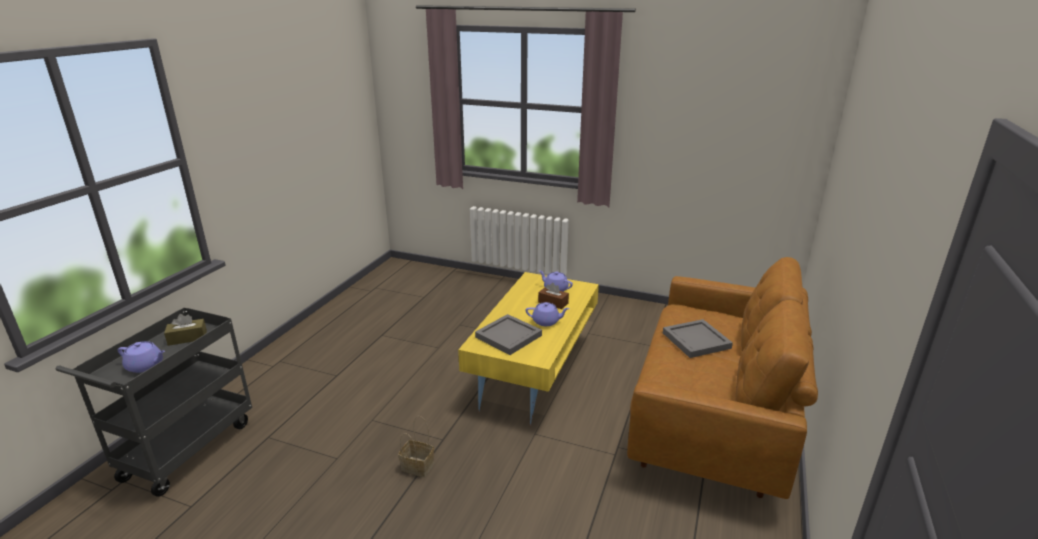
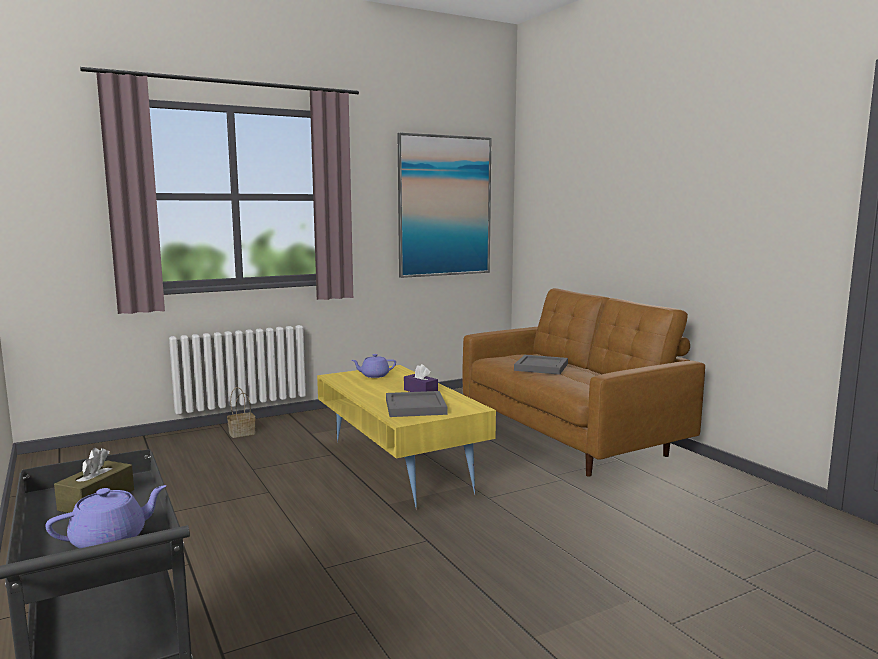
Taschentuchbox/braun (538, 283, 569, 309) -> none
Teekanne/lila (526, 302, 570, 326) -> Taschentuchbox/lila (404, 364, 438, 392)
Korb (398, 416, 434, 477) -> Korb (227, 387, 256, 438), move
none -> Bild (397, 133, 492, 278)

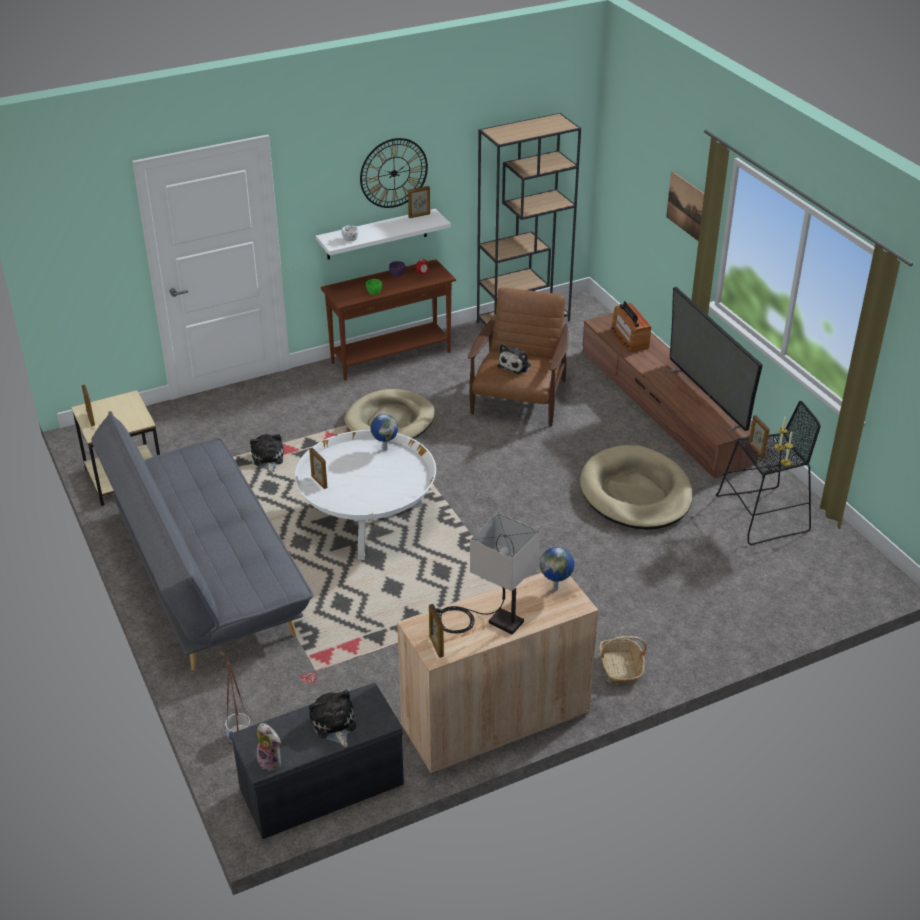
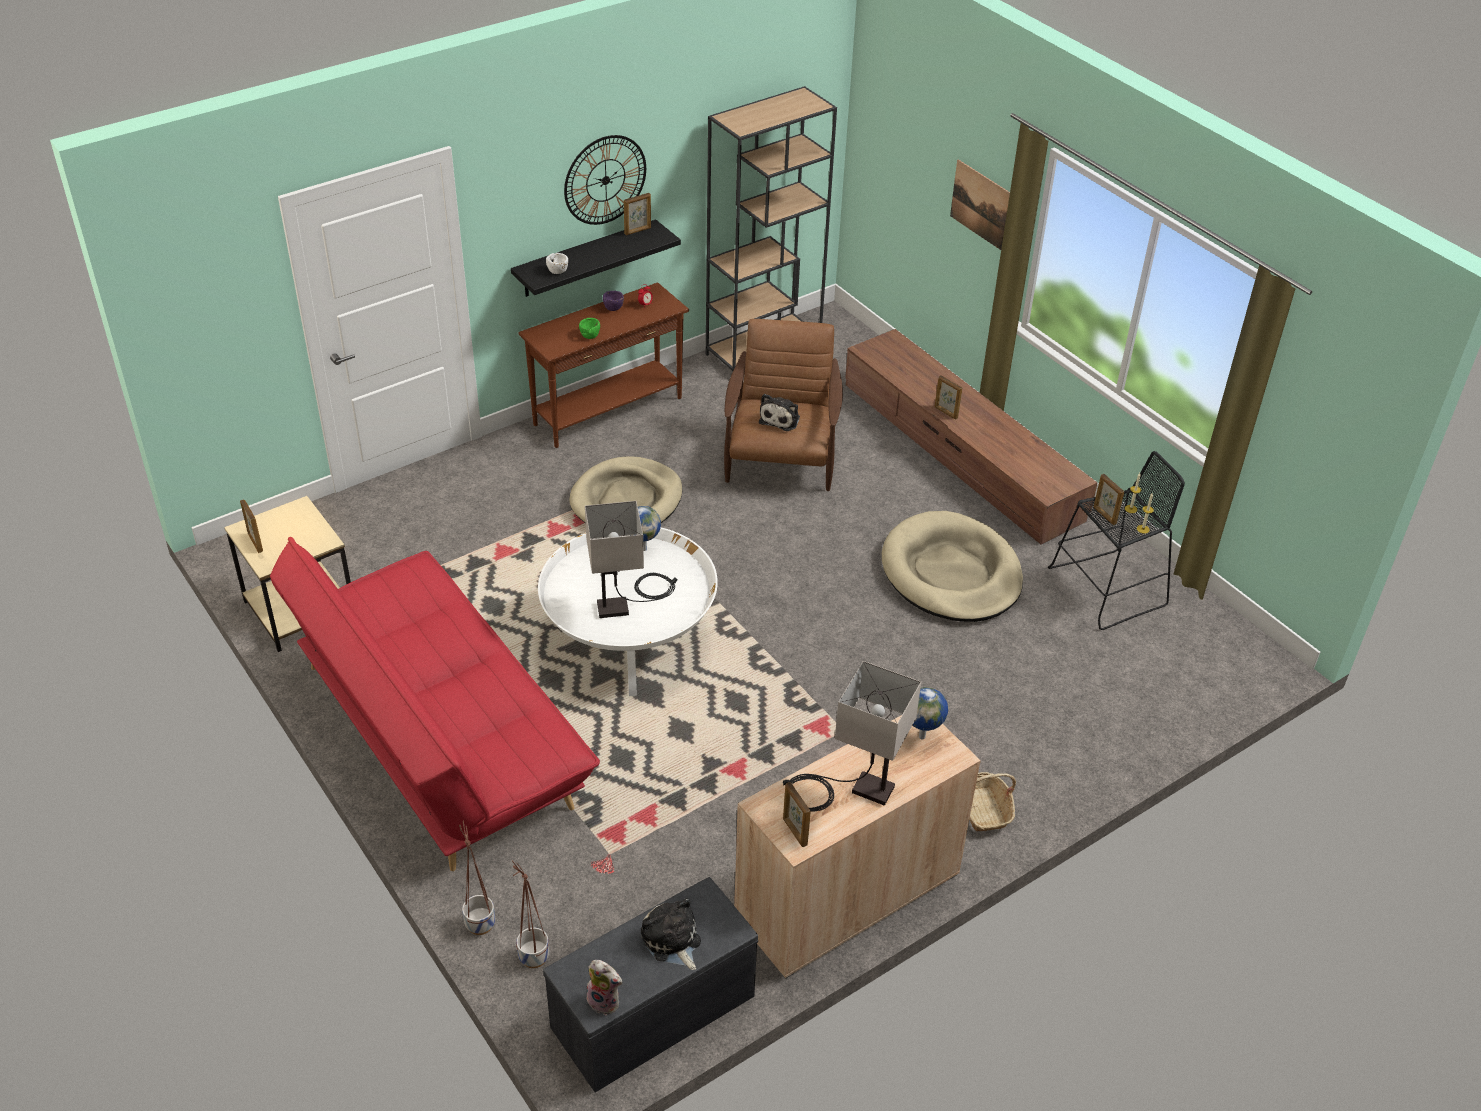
Wandregal/weiß (316, 209, 451, 260) -> Wandregal/schwarz (511, 219, 681, 297)
Fernseher (666, 287, 763, 433) -> none
Radio (611, 301, 651, 352) -> none
Sofa/grau (91, 411, 314, 670) -> Sofa/rot (270, 537, 600, 871)
Plüschtier (250, 434, 284, 473) -> none
Bilderrahmen (309, 448, 327, 489) -> Bilderrahmen (935, 375, 962, 420), move
none -> Tischlampe (585, 501, 677, 618)
none -> Pflanzkübel (459, 820, 495, 935)

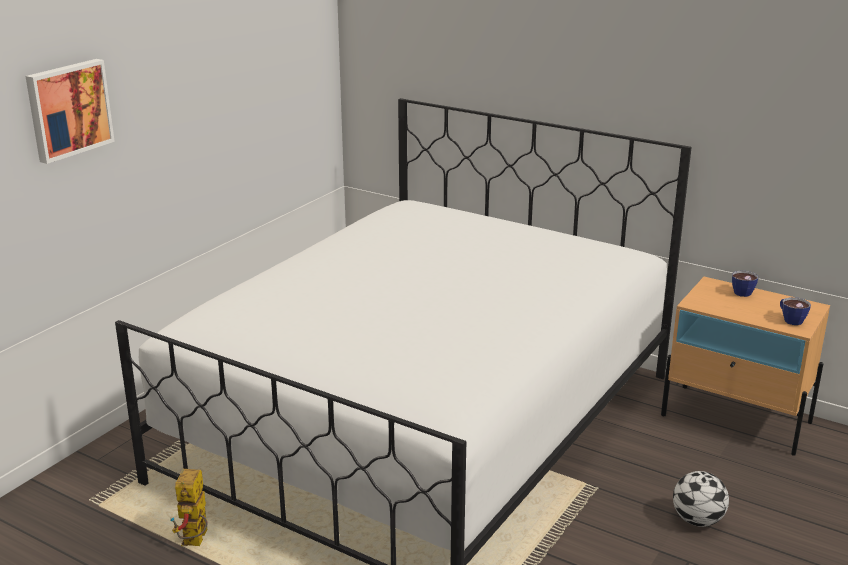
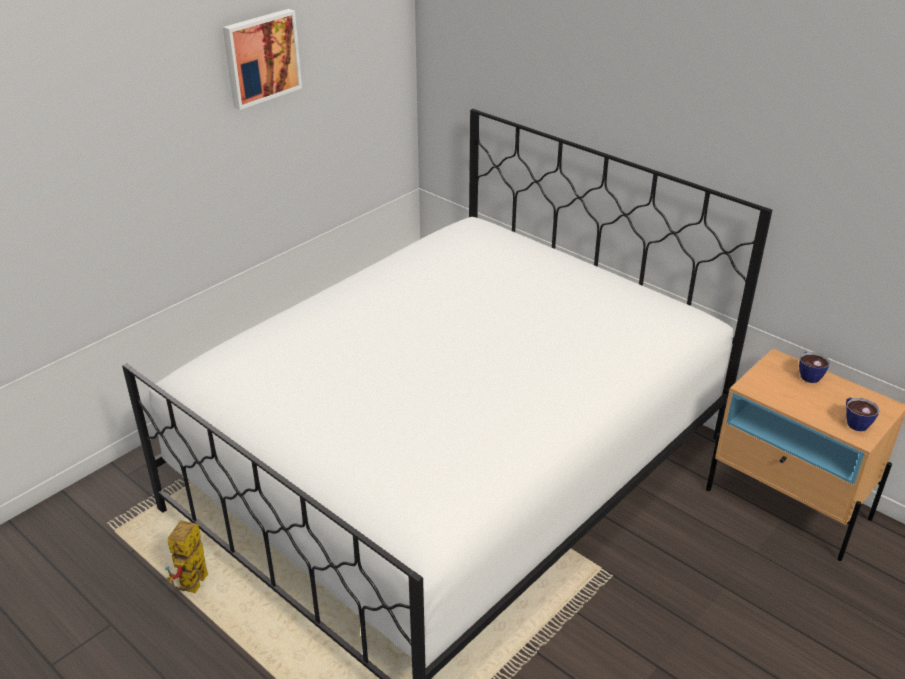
Bild (25, 59, 115, 164) -> Bild (223, 9, 302, 110), move
Fußball (673, 471, 729, 527) -> none

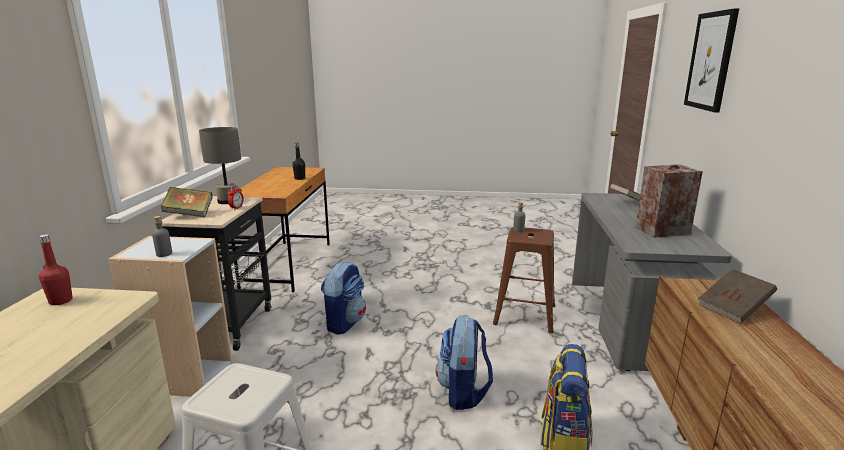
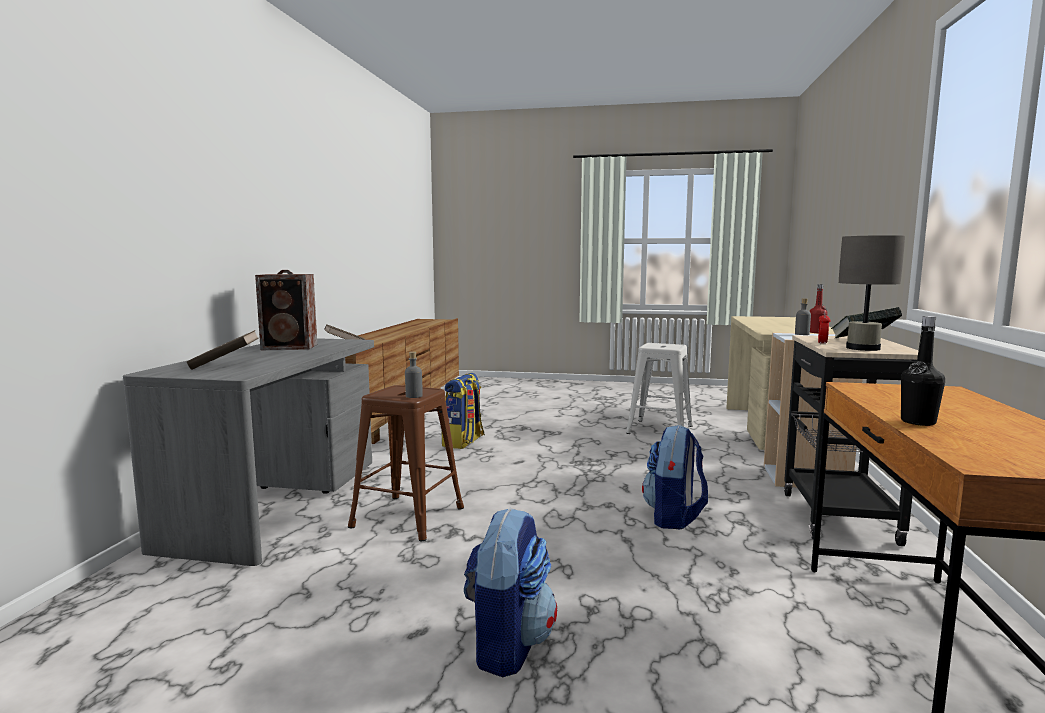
Bild (684, 8, 739, 112) -> none
Rucksack (436, 315, 493, 410) -> Rucksack (464, 507, 557, 677), move

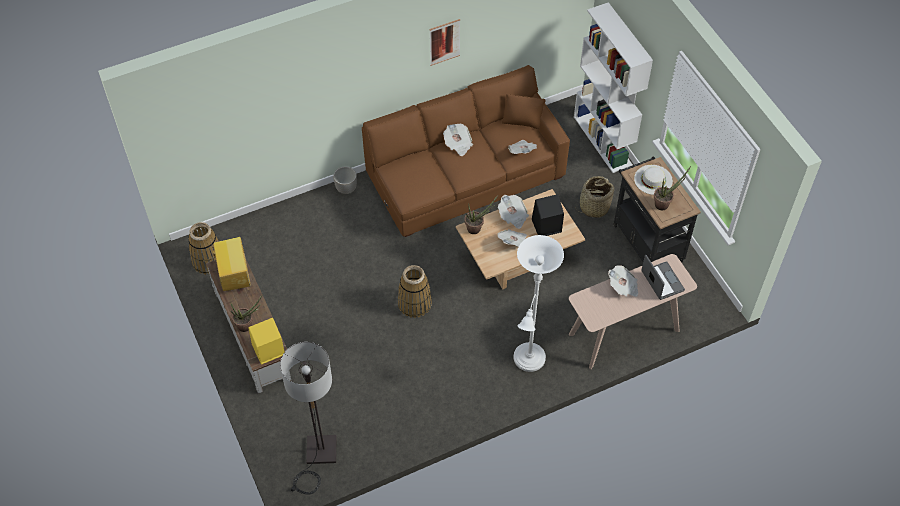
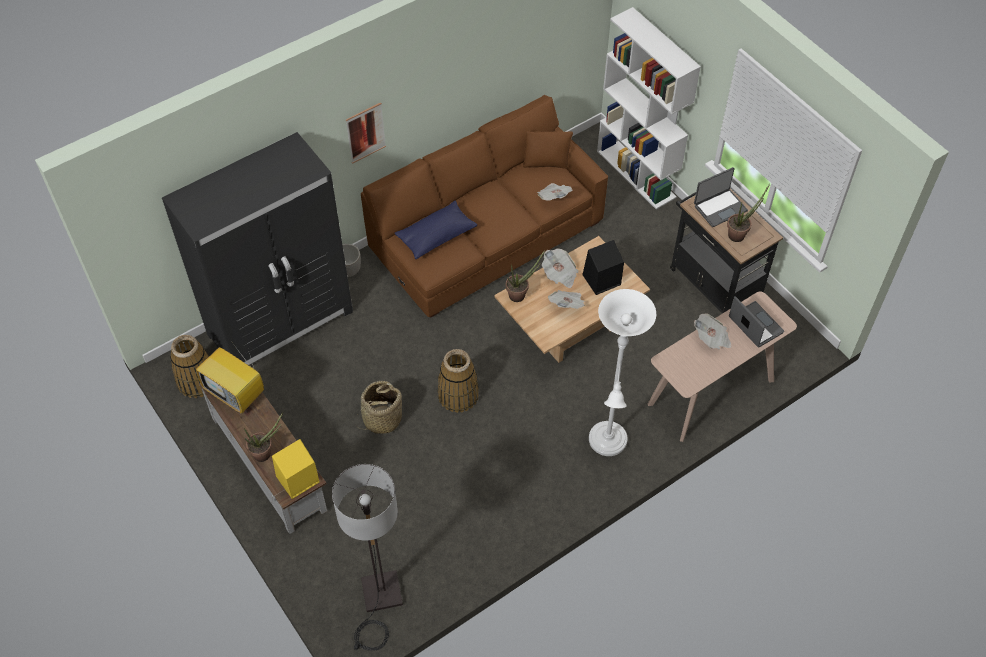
Bild (429, 19, 460, 66) -> Bild (346, 102, 386, 164), move
Zeitung (443, 124, 473, 156) -> none
Hut/weiß (634, 165, 673, 195) -> Laptop (694, 167, 748, 227)
Korb (575, 176, 614, 218) -> Korb (361, 381, 403, 434), move
Fernseher (210, 237, 251, 291) -> Fernseher (196, 340, 264, 414), 150 degrees clockwise
none -> Schrank/schwarz (162, 132, 353, 365)
none -> Kissen/blau (395, 201, 477, 259)

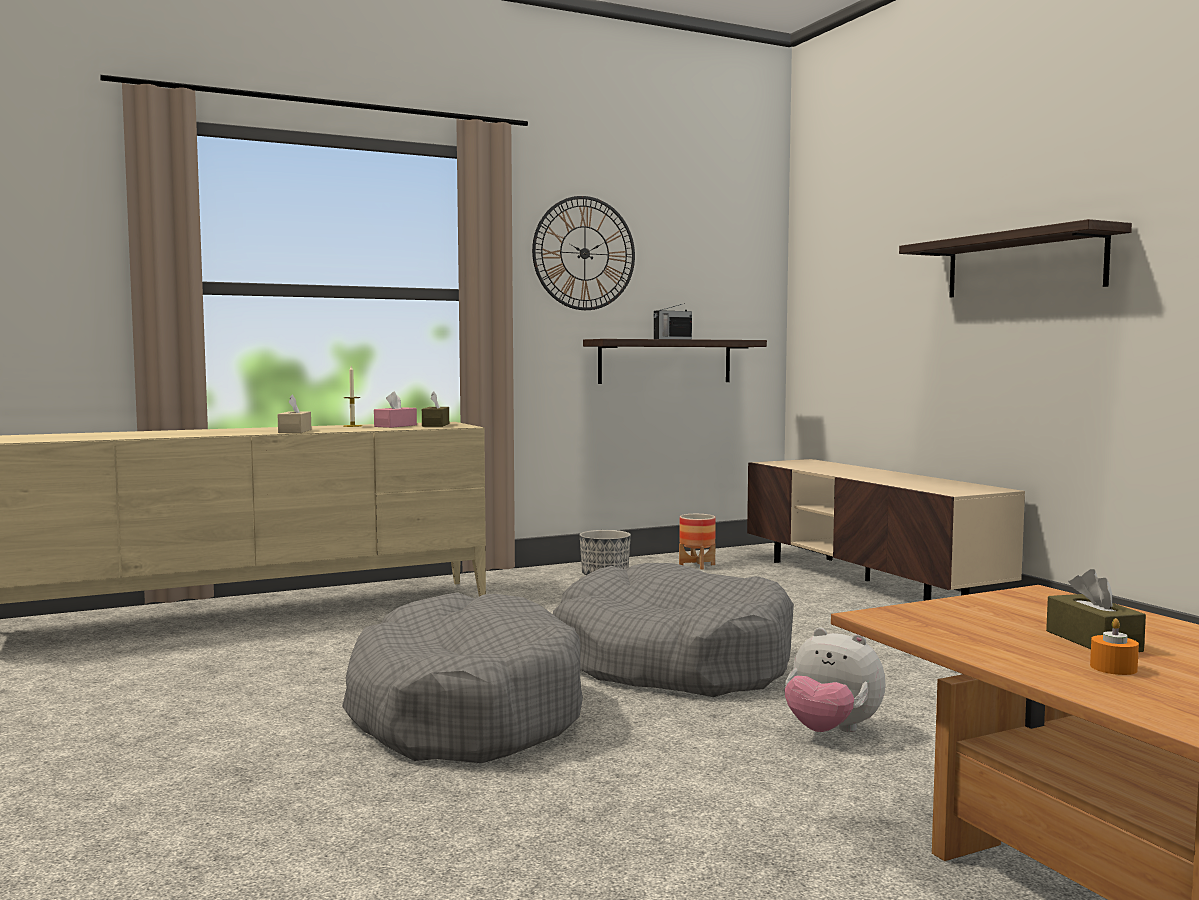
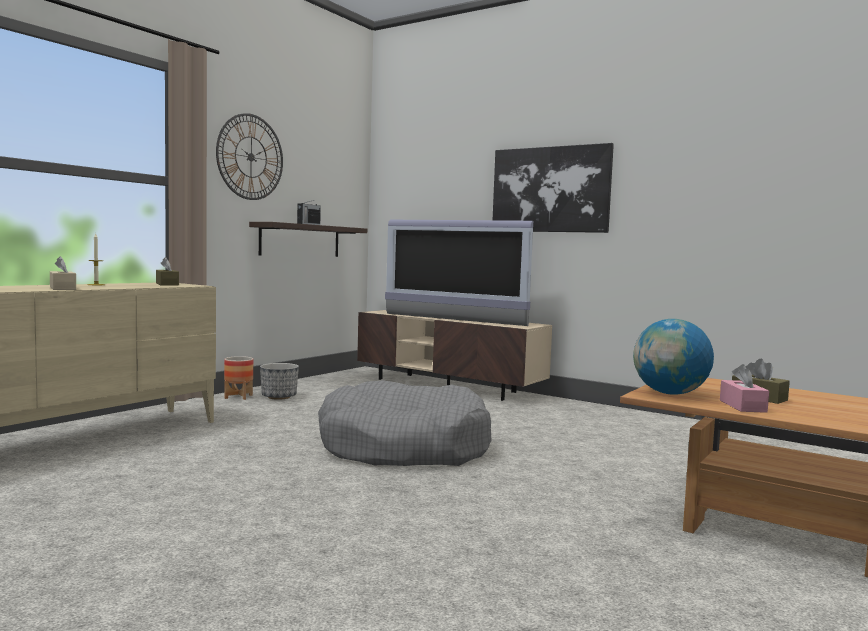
Wandregal (899, 219, 1132, 297) -> Bild (493, 143, 614, 233)
Taschentuchbox/rosa (374, 392, 417, 428) -> Taschentuchbox/rosa (720, 364, 769, 413), move
Pflanzkübel (679, 514, 716, 570) -> Pflanzkübel (224, 356, 253, 400), move
Hundebett/grau (342, 592, 583, 763) -> none
Kerze/orange (1090, 618, 1139, 675) -> none
Plüschtier (784, 627, 886, 732) -> none
none -> Fernseher (385, 220, 533, 326)
none -> Globus (633, 319, 714, 395)

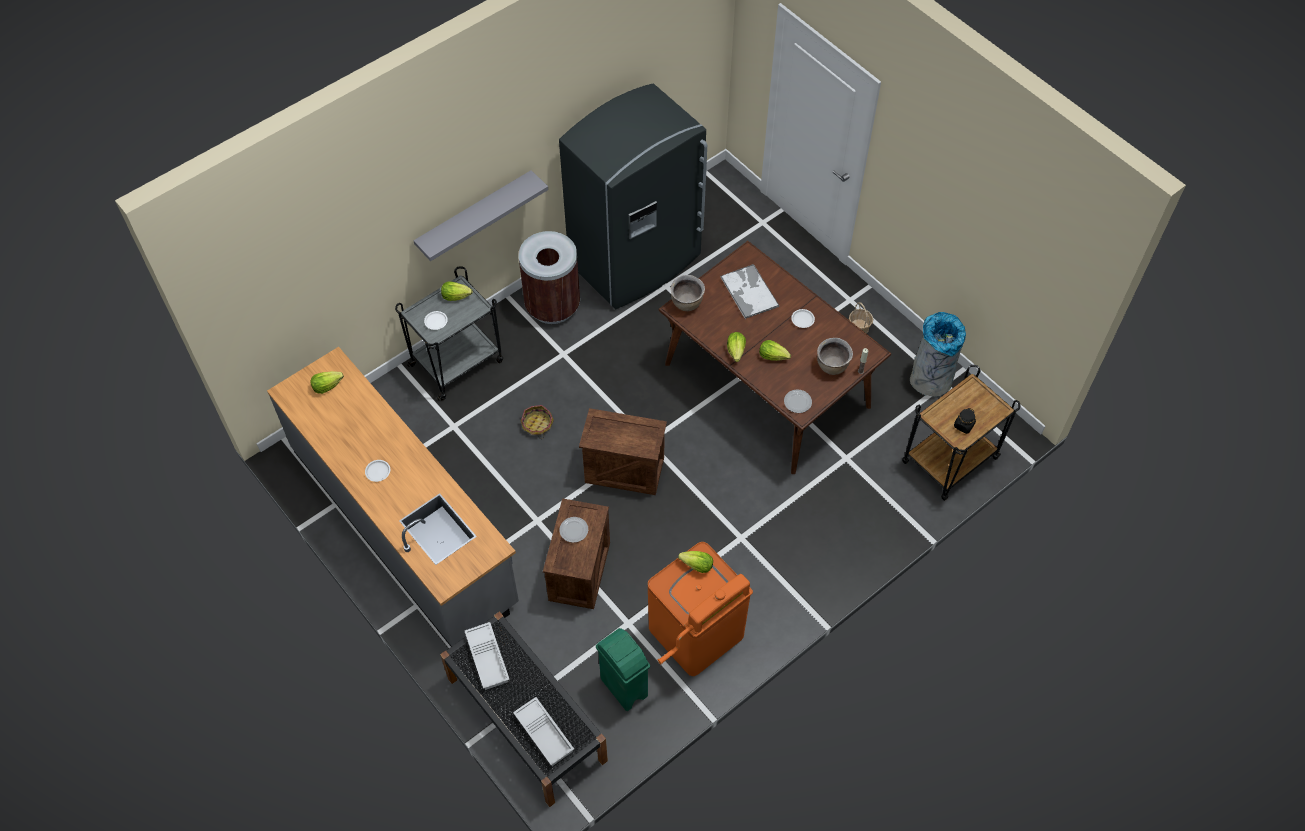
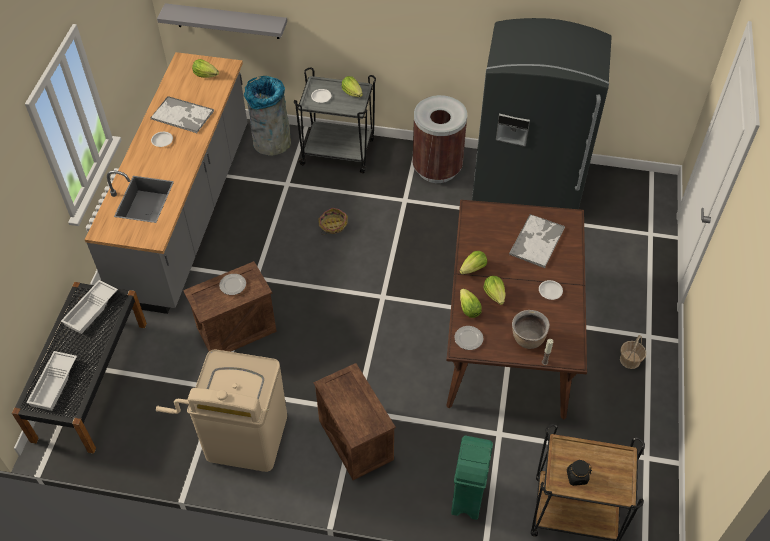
Wandregal/grau (413, 170, 548, 261) -> Wandregal/grau (157, 3, 287, 39), move
Kochtopf/braun (671, 275, 705, 311) -> none
Mülleimer/grau (910, 312, 966, 397) -> Mülleimer/grau (244, 76, 291, 156), move
Kiste (579, 408, 667, 495) -> Kiste (314, 363, 396, 480), move
Waschmaschine/orange (648, 542, 753, 676) -> Waschmaschine/beige (156, 350, 287, 472)
Salatkopf (678, 551, 713, 573) -> Salatkopf (460, 288, 482, 318), move
Mülleimer/grün (596, 628, 650, 711) -> Mülleimer/grün (451, 435, 493, 520), move
none -> Tablett (150, 96, 214, 134)

